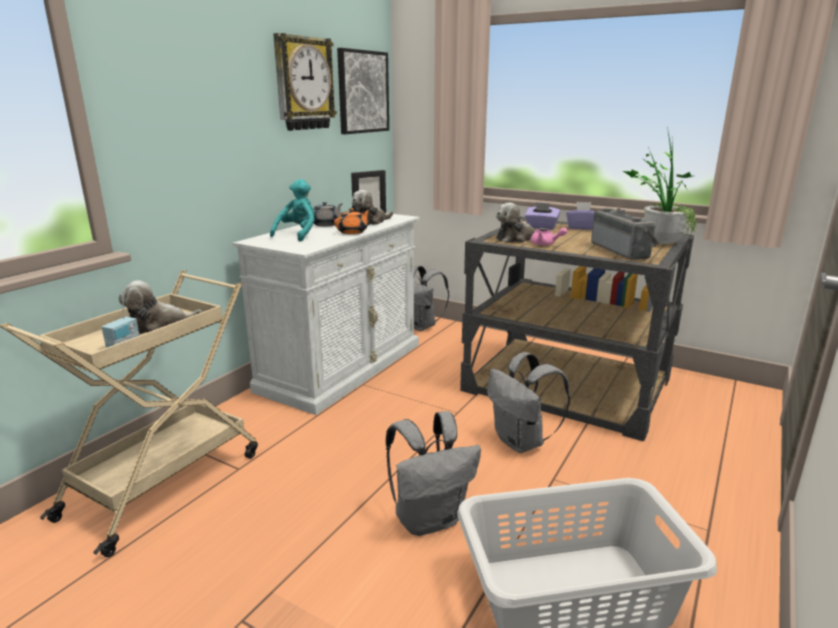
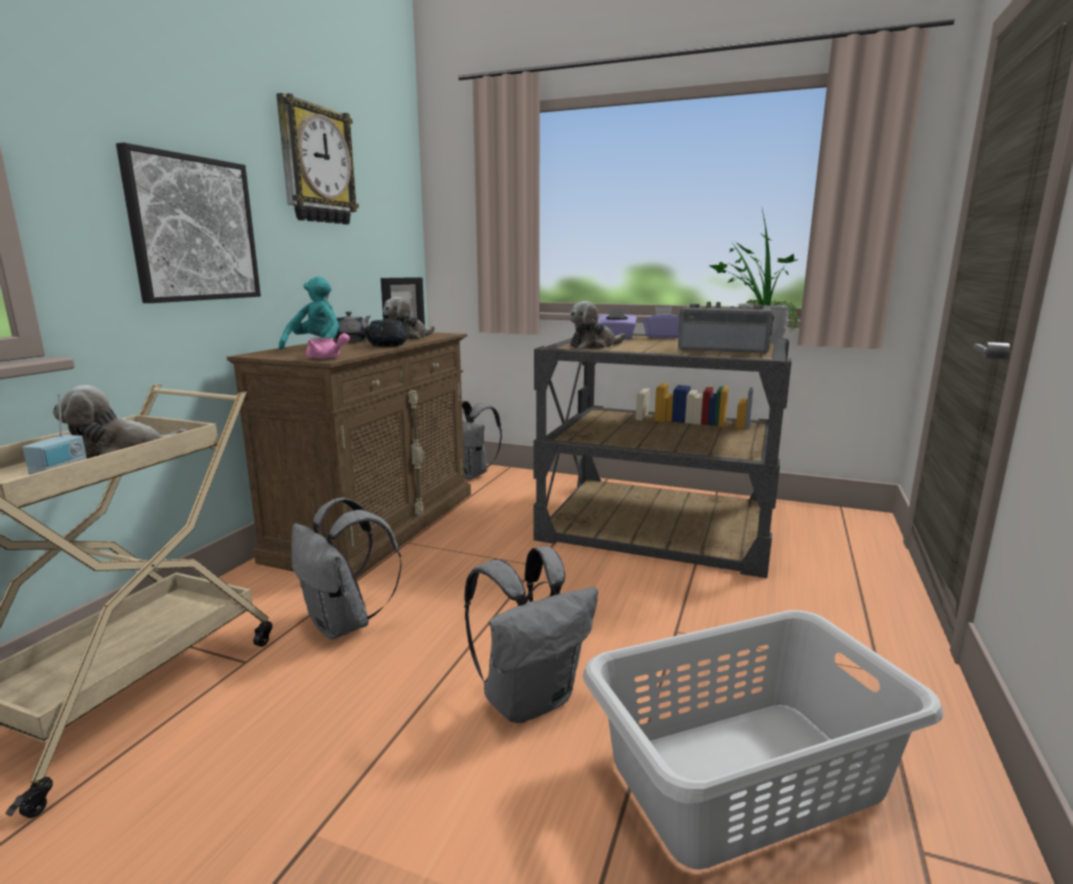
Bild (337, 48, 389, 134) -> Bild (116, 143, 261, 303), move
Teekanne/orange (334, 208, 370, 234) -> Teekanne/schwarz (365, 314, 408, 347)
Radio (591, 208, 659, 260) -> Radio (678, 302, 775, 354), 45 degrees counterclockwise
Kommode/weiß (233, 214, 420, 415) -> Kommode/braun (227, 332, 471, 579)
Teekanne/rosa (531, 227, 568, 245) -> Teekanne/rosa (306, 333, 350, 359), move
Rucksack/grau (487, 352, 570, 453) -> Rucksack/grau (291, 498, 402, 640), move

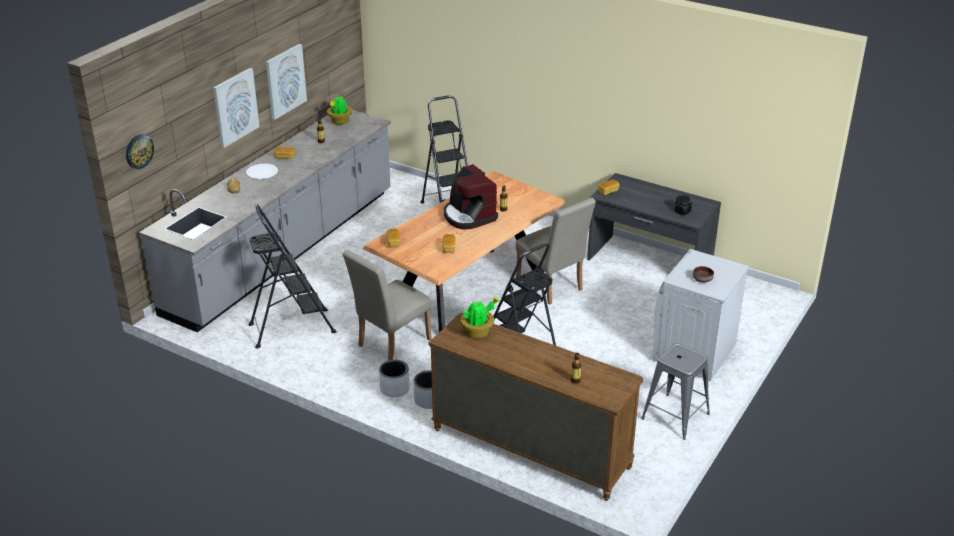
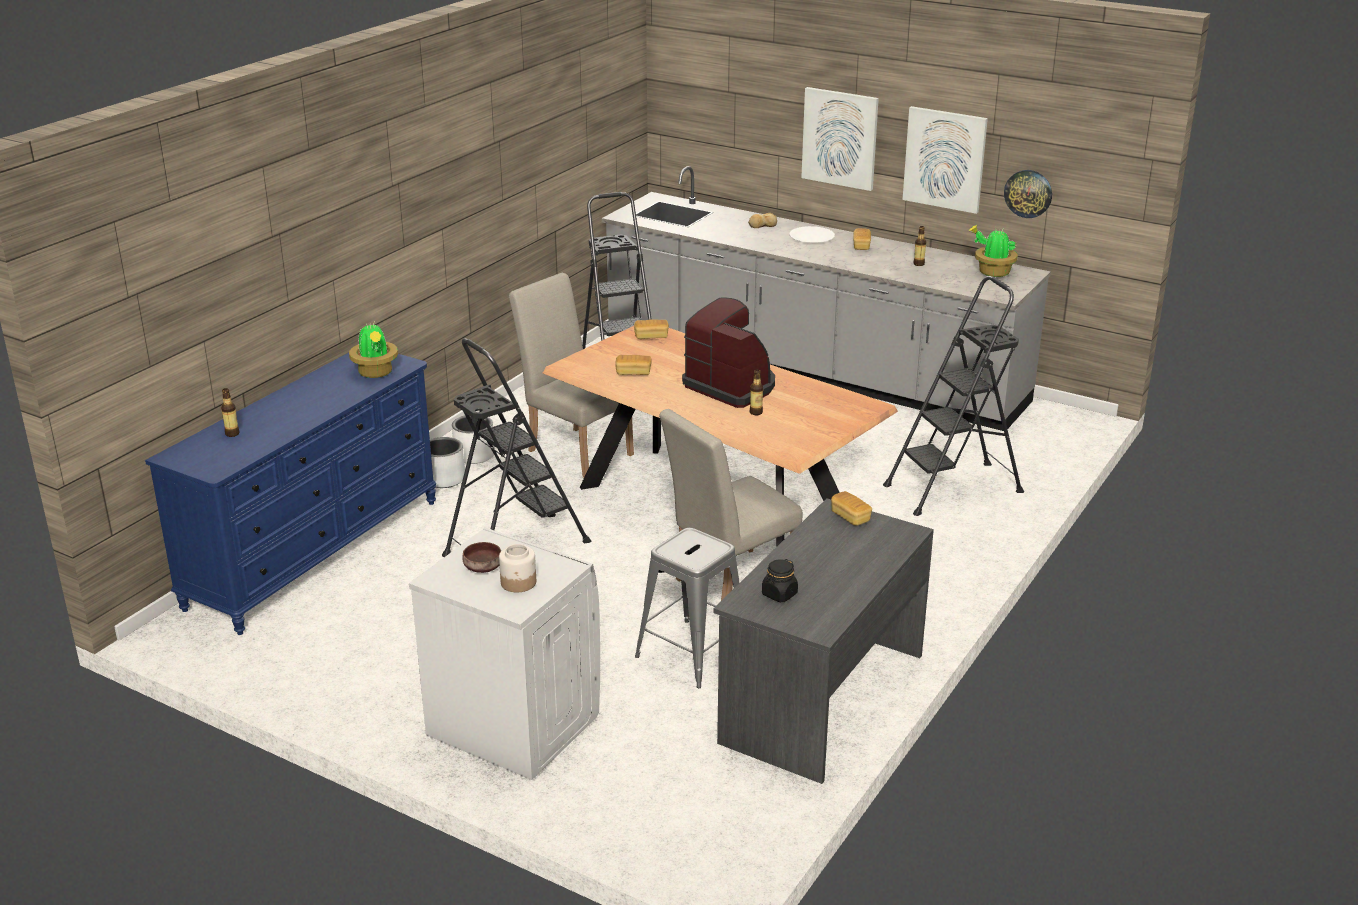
Wanduhr (126, 134, 154, 169) -> Wanduhr (1004, 170, 1052, 218), move
Kaffeemaschine (444, 164, 498, 230) -> Kaffeemaschine (682, 297, 775, 408), 75 degrees clockwise
Kommode/braun (428, 313, 643, 501) -> Kommode/blau (145, 353, 436, 635)
Hocker/grau (641, 343, 710, 440) -> Hocker/grau (635, 528, 739, 688), move
none -> Vorratsglas (499, 544, 536, 592)

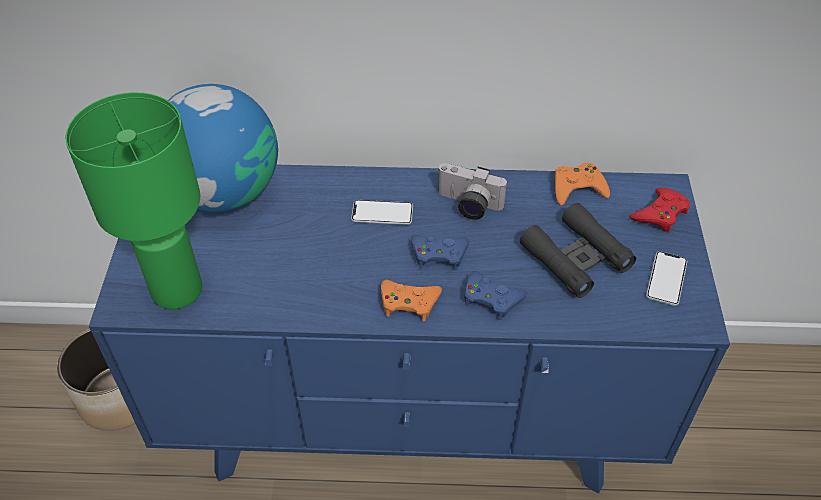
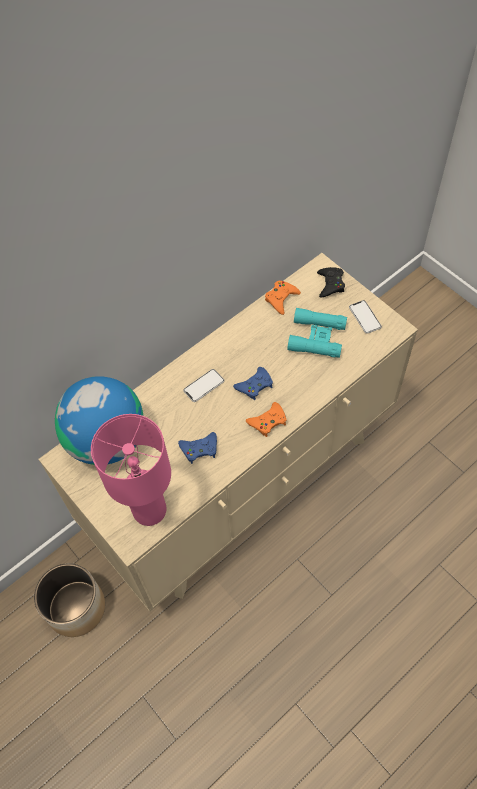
Tischlampe/grün (66, 92, 202, 309) -> Tischlampe/rosa (91, 414, 171, 526)
Kamera (437, 163, 507, 220) -> none
Kommode/blau (89, 165, 730, 494) -> Kommode/beige (38, 253, 418, 612)
Gamepad/rot (629, 188, 690, 232) -> Gamepad/schwarz (317, 267, 345, 297)
Fernglas/schwarz (520, 203, 636, 298) -> Fernglas/türkis (287, 308, 347, 358)
Gamepad/blau (464, 271, 528, 320) -> Gamepad/blau (178, 432, 217, 464), move

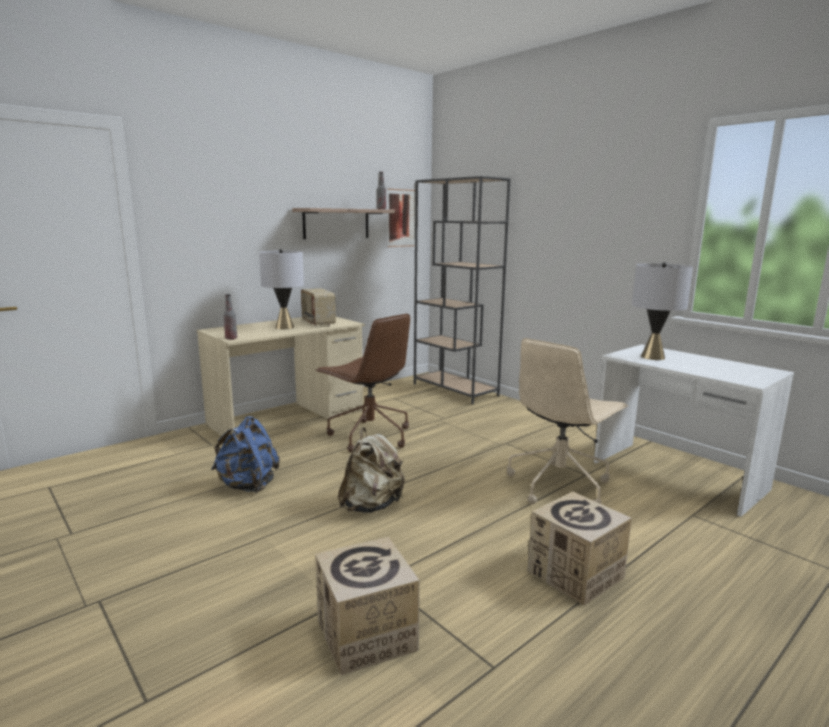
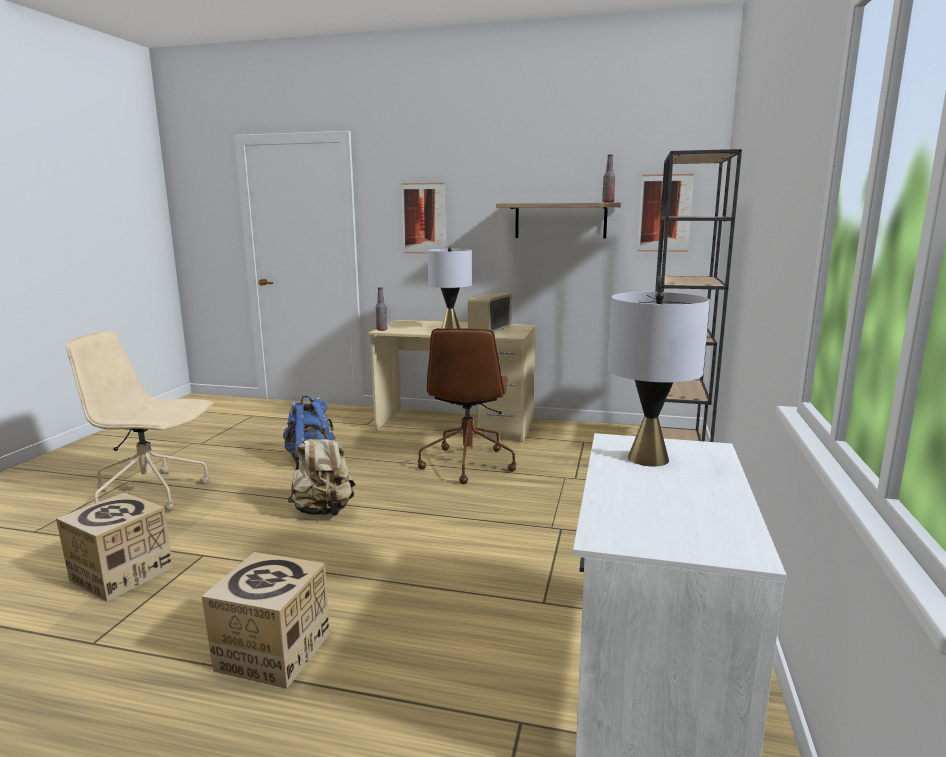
Bürostuhl/beige (507, 338, 628, 504) -> Bürostuhl/beige (66, 331, 214, 511), move
none -> Bild (401, 183, 446, 254)

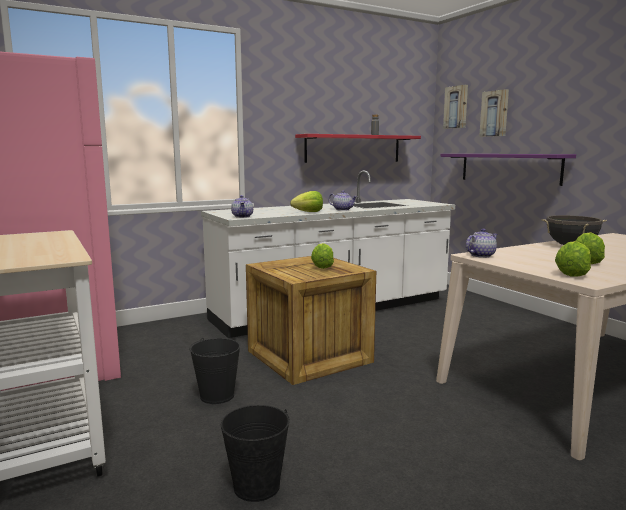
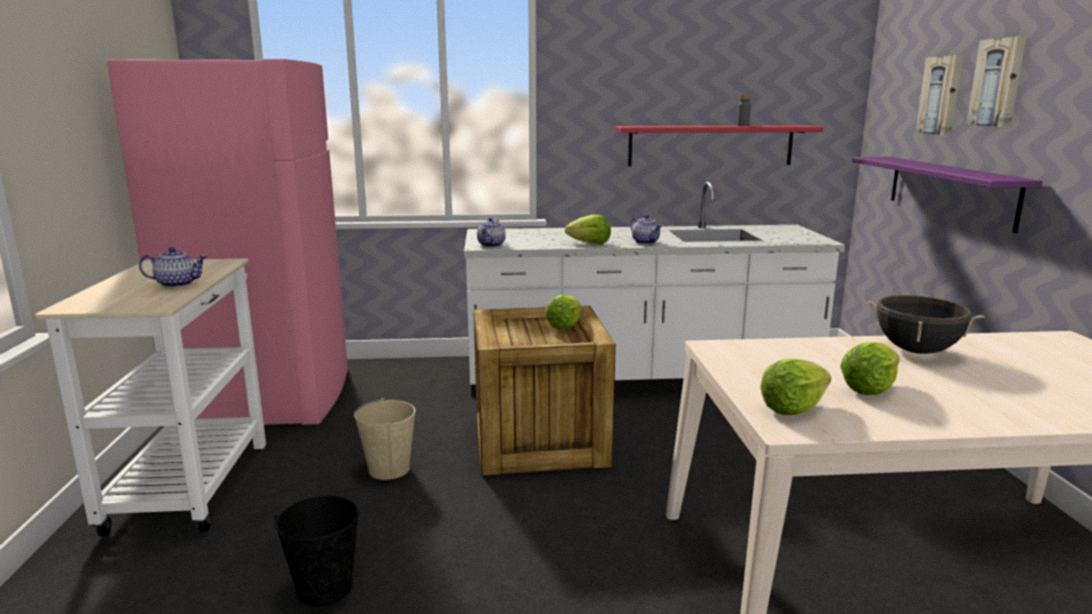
Bild (443, 85, 468, 129) -> Bild (966, 36, 1027, 127), move
Teekanne (466, 229, 498, 258) -> Teekanne (139, 247, 208, 288), move
Eimer/schwarz (189, 338, 240, 404) -> Eimer/beige (354, 398, 416, 480)

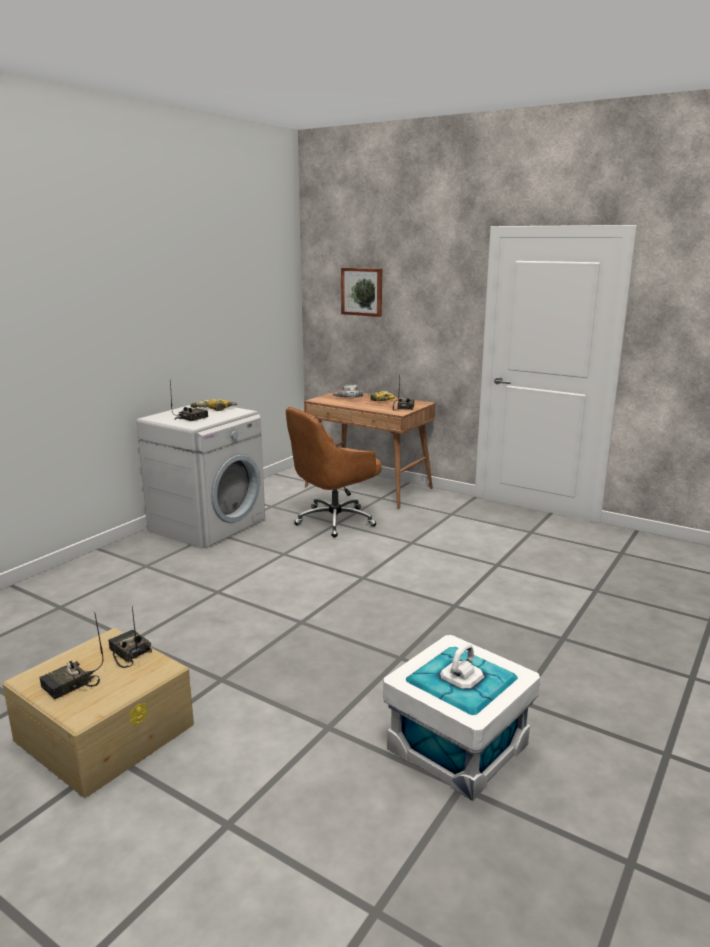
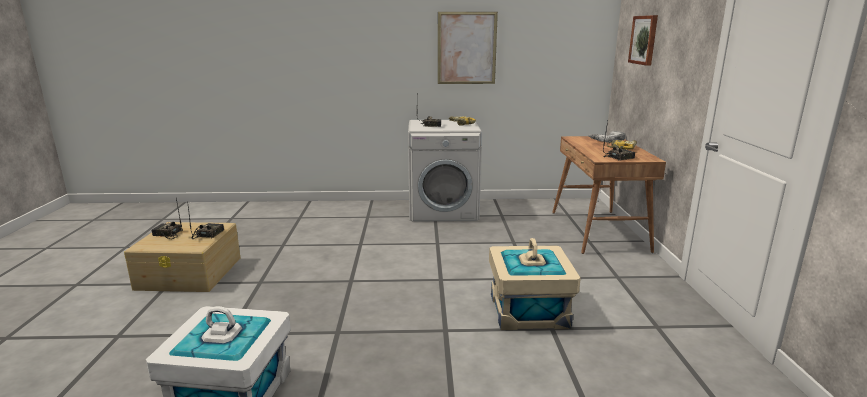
Bürostuhl/braun (286, 407, 382, 537) -> none
none -> Bild (438, 12, 498, 84)
none -> Aufbewahrungsbox/beige (489, 238, 581, 330)

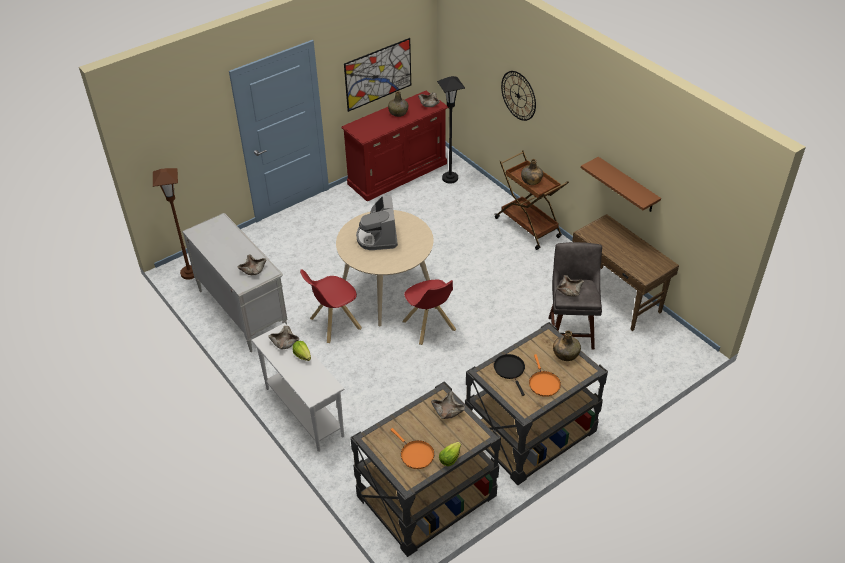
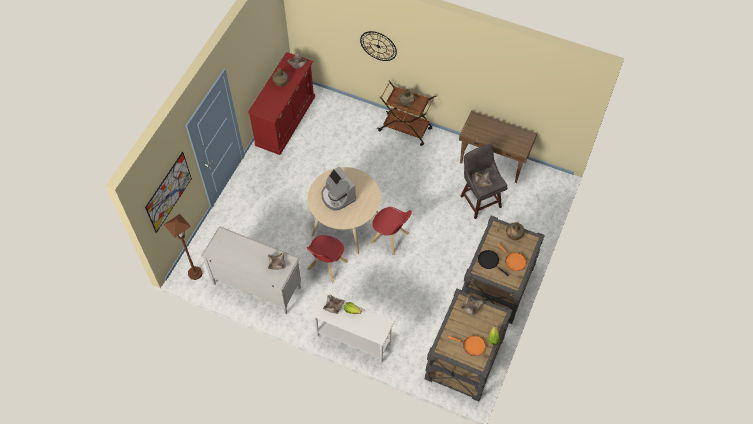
Bild (344, 38, 411, 112) -> Bild (145, 152, 192, 233), move
Stehlampe/schwarz (437, 76, 465, 184) -> none
Wandregal/braun (581, 157, 661, 212) -> none

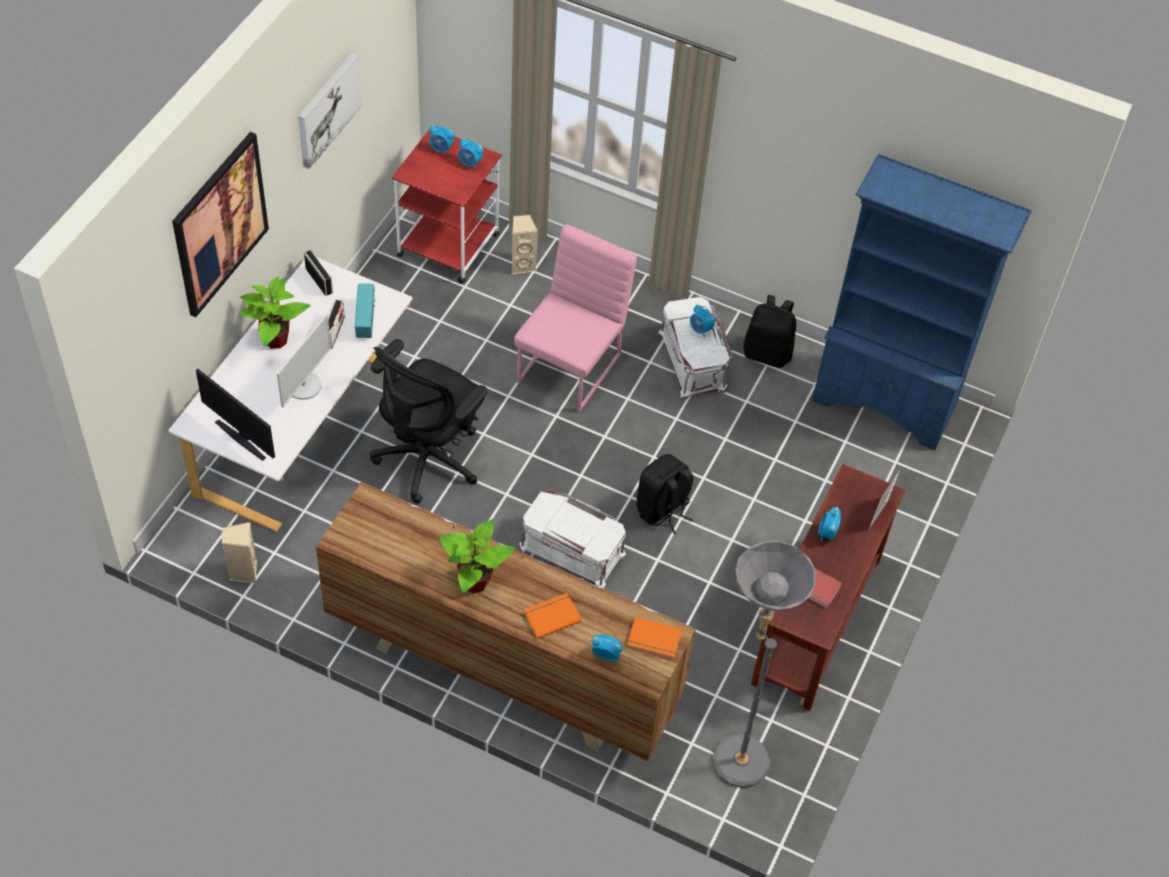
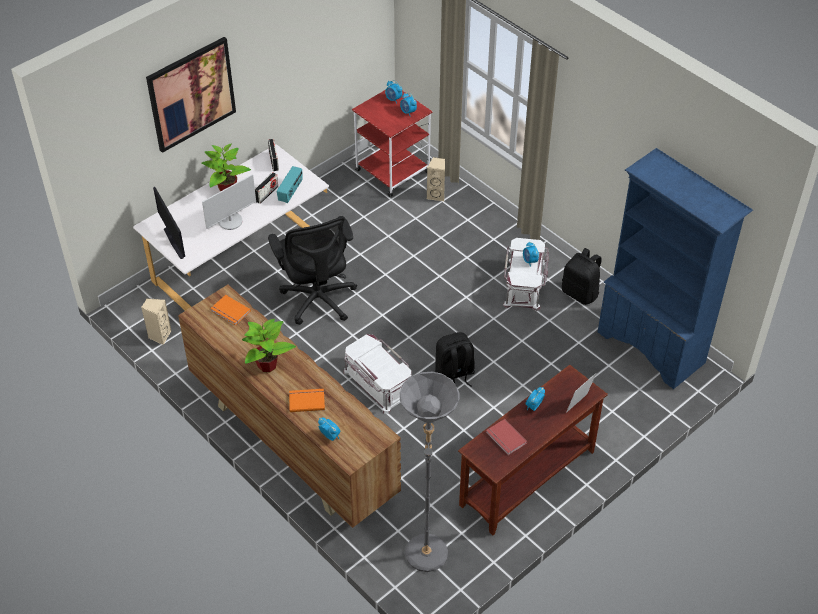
Bild (298, 53, 361, 169) -> none
Stuhl/rosa (514, 224, 637, 412) -> none
Bürostuhl/schwarz (370, 339, 487, 504) -> Bürostuhl/schwarz (268, 216, 357, 325), 75 degrees counterclockwise
Buch/orange (627, 617, 682, 660) -> Buch/orange (210, 295, 251, 325), move

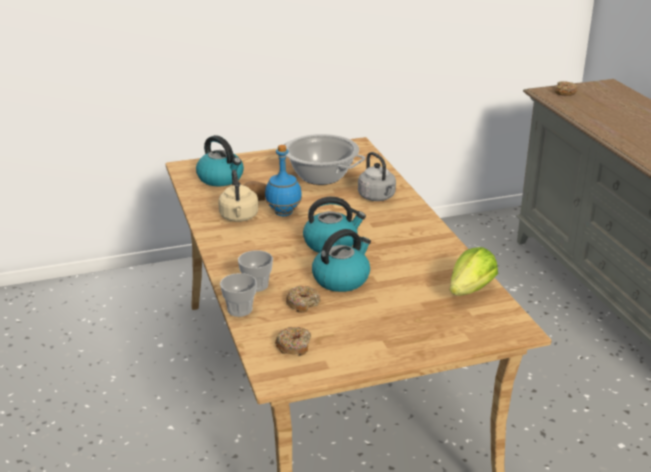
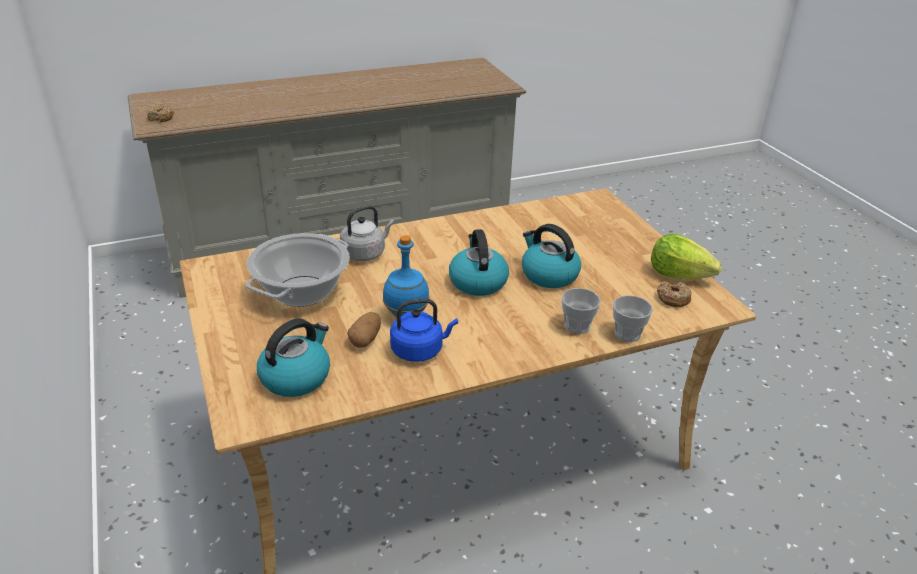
Wasserkessel/beige (218, 169, 258, 222) -> Wasserkessel/blau (390, 298, 458, 362)
Salatkopf (450, 247, 498, 296) -> Salatkopf (651, 233, 722, 279), move
Donut (286, 286, 320, 313) -> none

